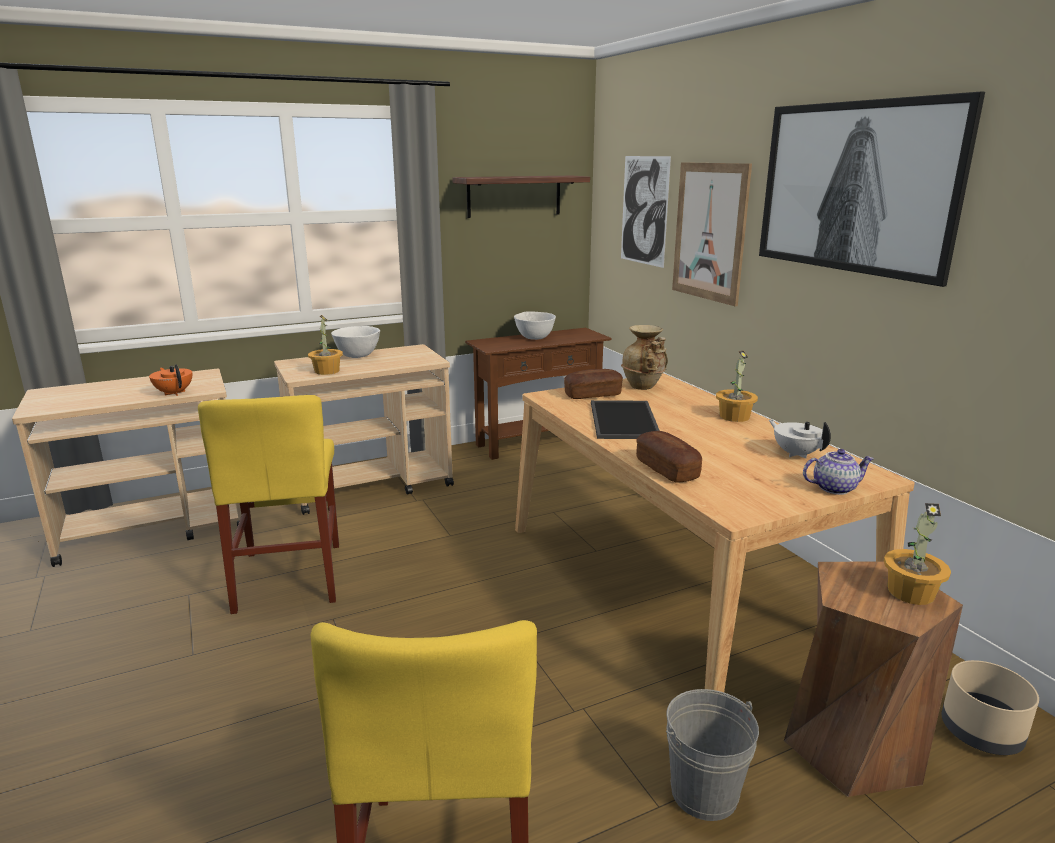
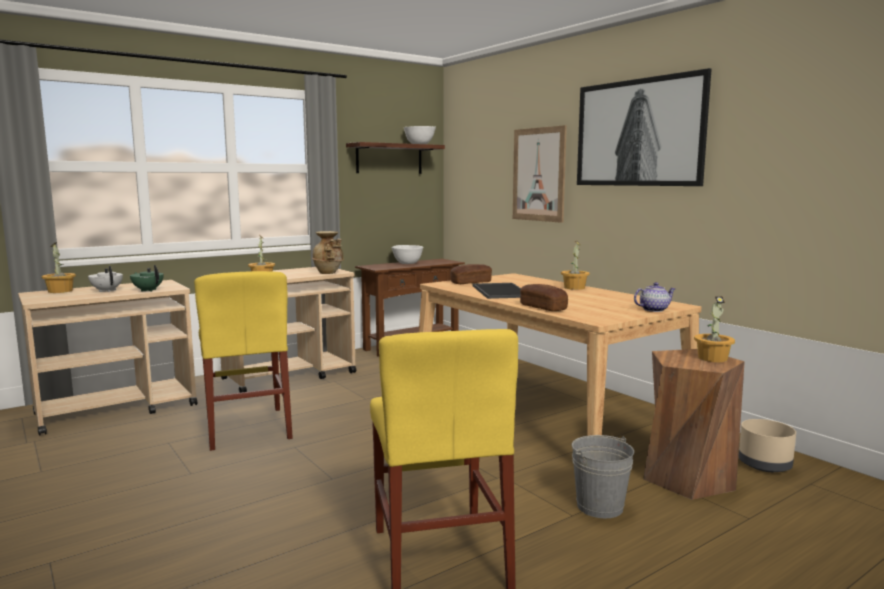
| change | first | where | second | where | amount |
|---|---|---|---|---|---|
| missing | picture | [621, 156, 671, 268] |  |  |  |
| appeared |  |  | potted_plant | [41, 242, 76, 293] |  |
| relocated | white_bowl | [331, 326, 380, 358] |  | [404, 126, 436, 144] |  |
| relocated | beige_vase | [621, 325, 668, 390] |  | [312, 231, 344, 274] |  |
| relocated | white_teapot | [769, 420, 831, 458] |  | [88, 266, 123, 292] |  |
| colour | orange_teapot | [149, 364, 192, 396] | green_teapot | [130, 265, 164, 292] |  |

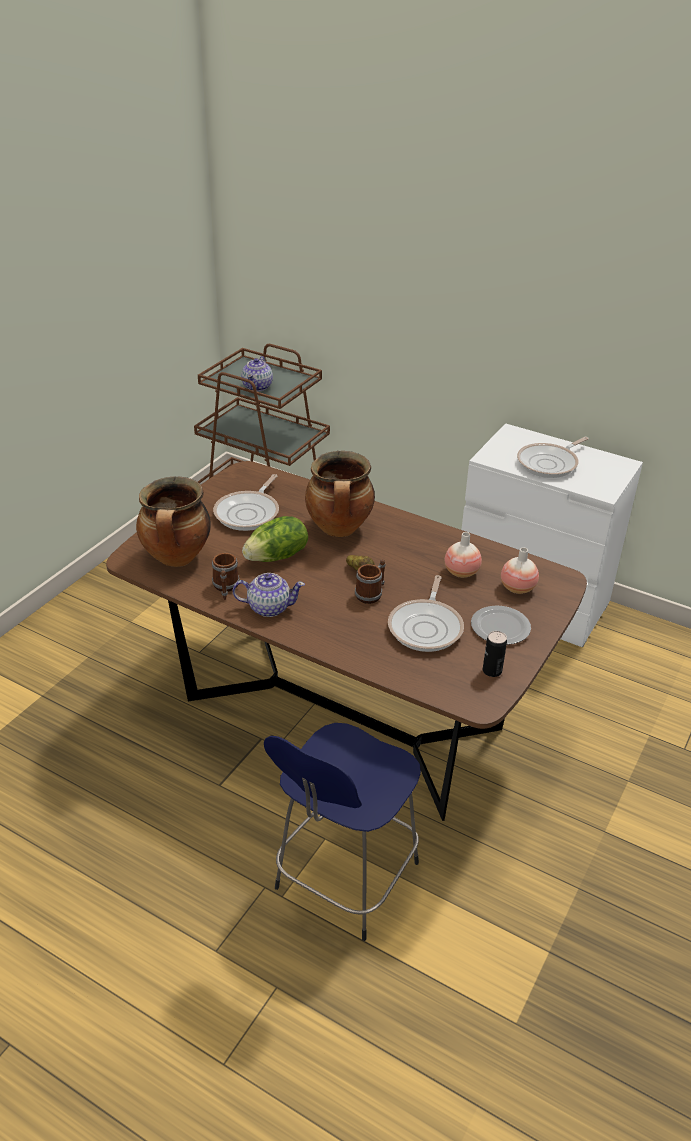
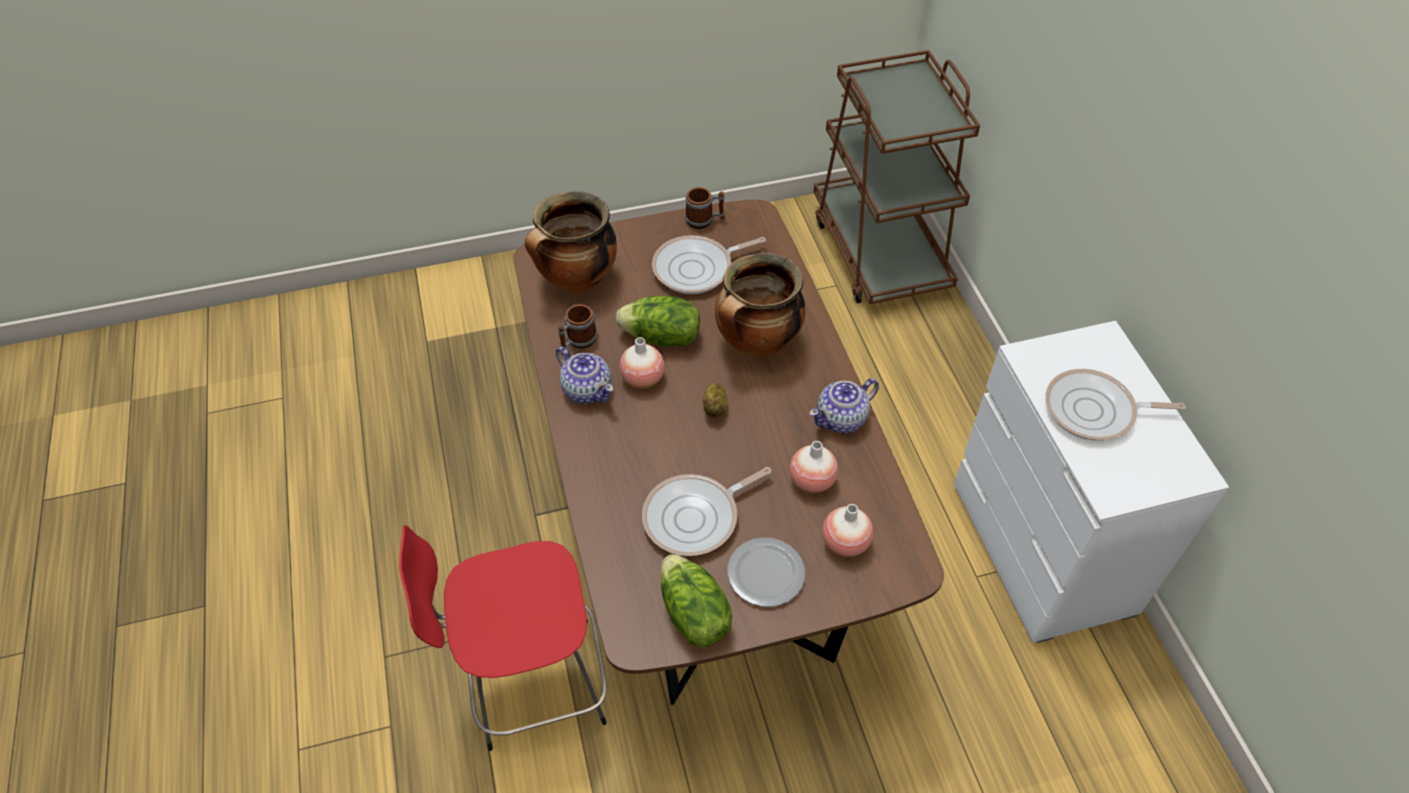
| change | first | where | second | where | amount |
|---|---|---|---|---|---|
| appeared |  |  | vase | [619, 337, 665, 388] |  |
| relocated | teapot | [241, 356, 273, 392] |  | [809, 378, 879, 433] |  |
| relocated | mug | [355, 559, 386, 604] |  | [685, 187, 725, 229] |  |
| exchanged | can | [483, 631, 507, 677] | lettuce | [660, 554, 732, 648] |  |
| colour | blue_stool | [264, 723, 421, 941] | red_stool | [399, 525, 607, 751] |  |

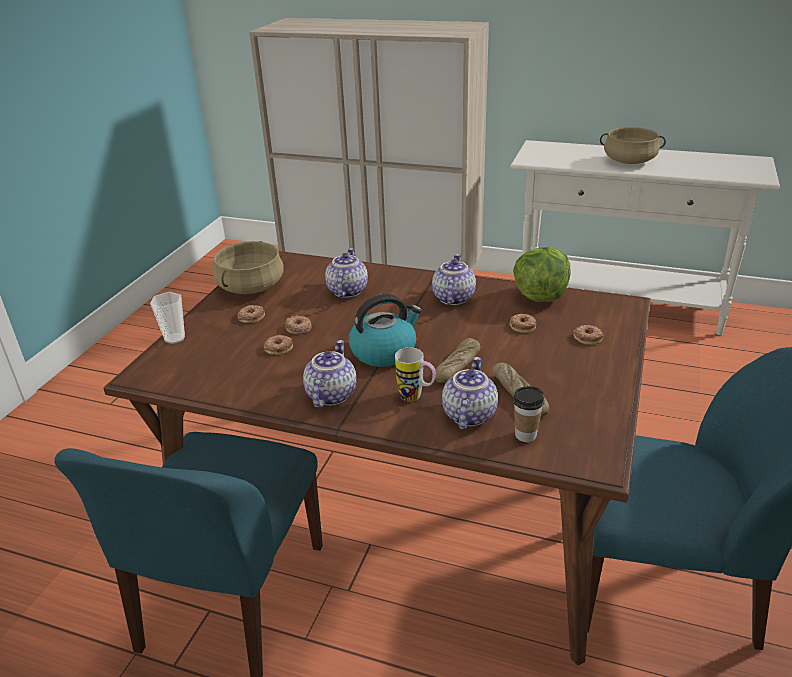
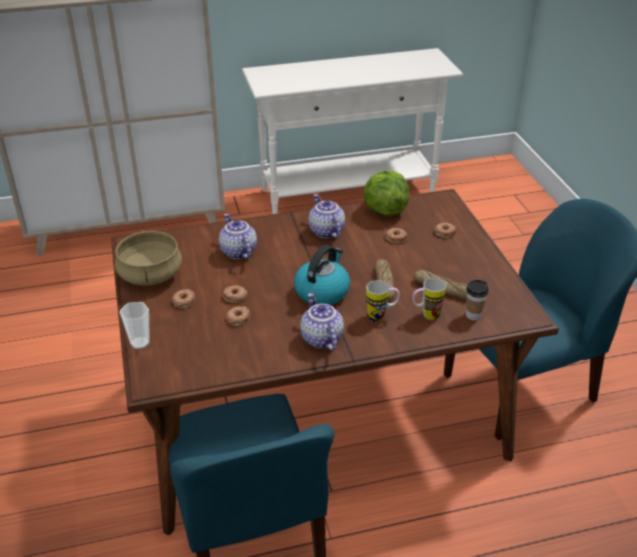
| change | first | where | second | where | amount |
|---|---|---|---|---|---|
| missing | beige_cooking_pot | [600, 127, 666, 164] |  |  |  |
| exchanged | teapot | [442, 357, 498, 429] | mug | [412, 278, 446, 320] |  |

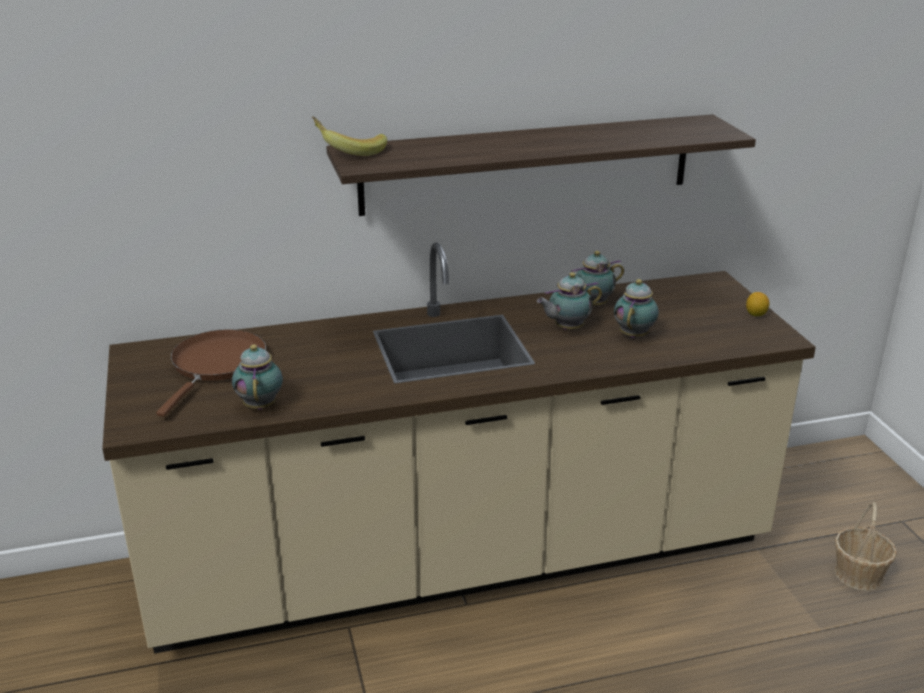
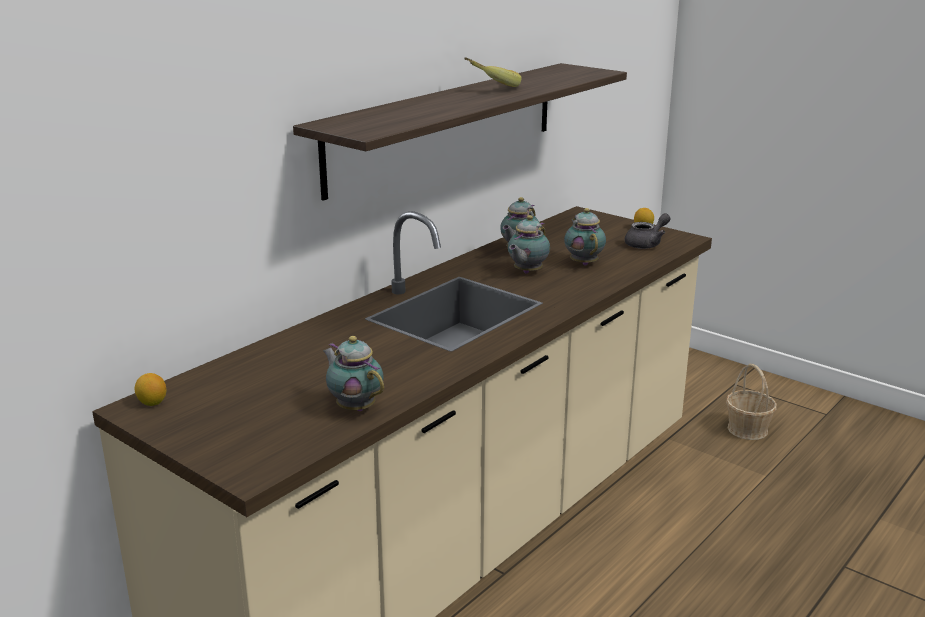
| change | first | where | second | where | amount |
|---|---|---|---|---|---|
| missing | brown_frying_pan | [157, 330, 266, 417] |  |  |  |
| appeared |  |  | lemon | [135, 373, 166, 406] |  |
| appeared |  |  | grey_teapot | [625, 213, 670, 249] |  |
| relocated | banana | [312, 116, 387, 156] |  | [464, 57, 522, 87] |  |

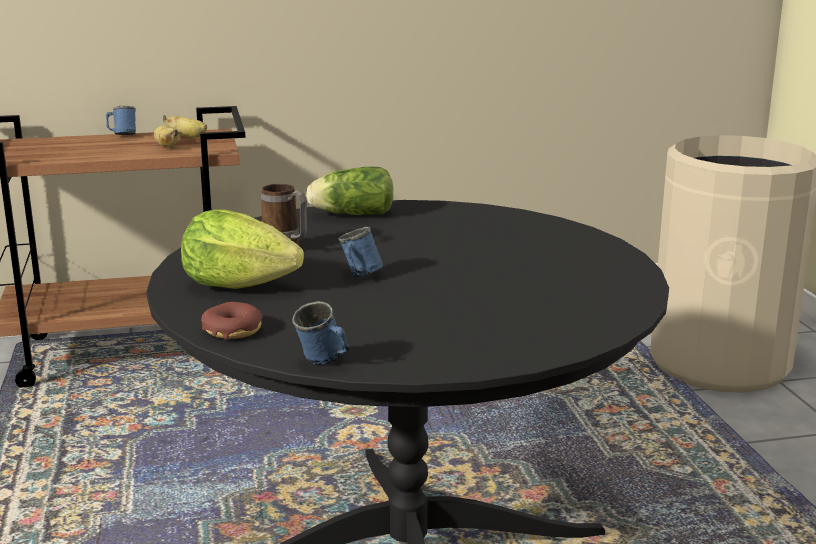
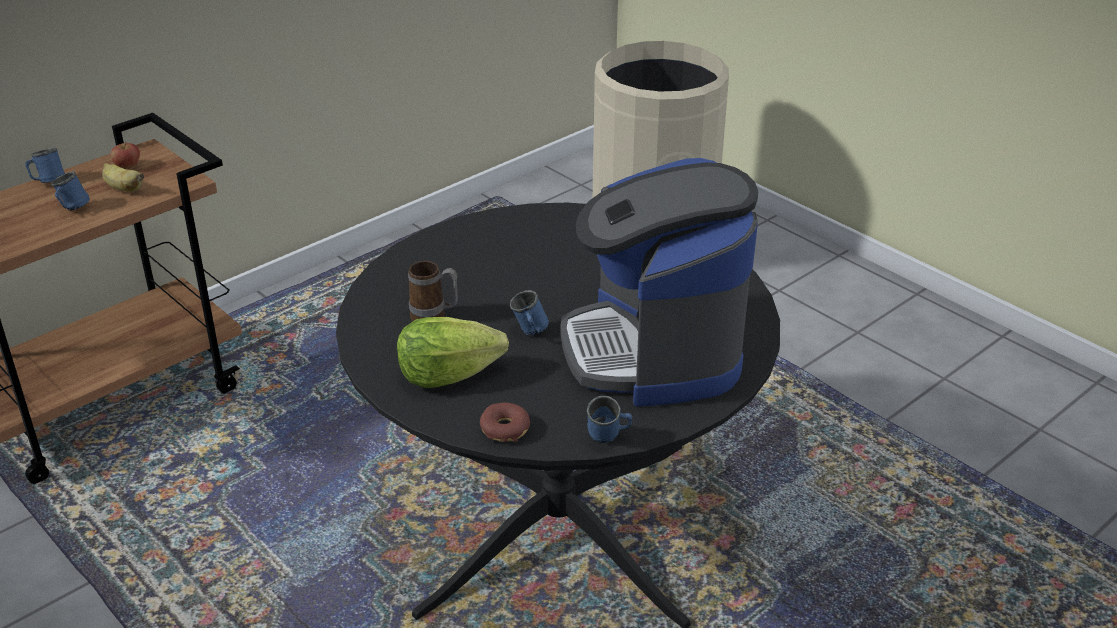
| change | first | where | second | where | amount |
|---|---|---|---|---|---|
| missing | lettuce | [306, 166, 393, 215] |  |  |  |
| appeared |  |  | blue_mug | [51, 171, 90, 211] |  |
| appeared |  |  | coffee_machine | [560, 158, 758, 407] |  |
| exchanged | banana | [163, 115, 207, 138] | apple | [111, 142, 140, 169] |  |

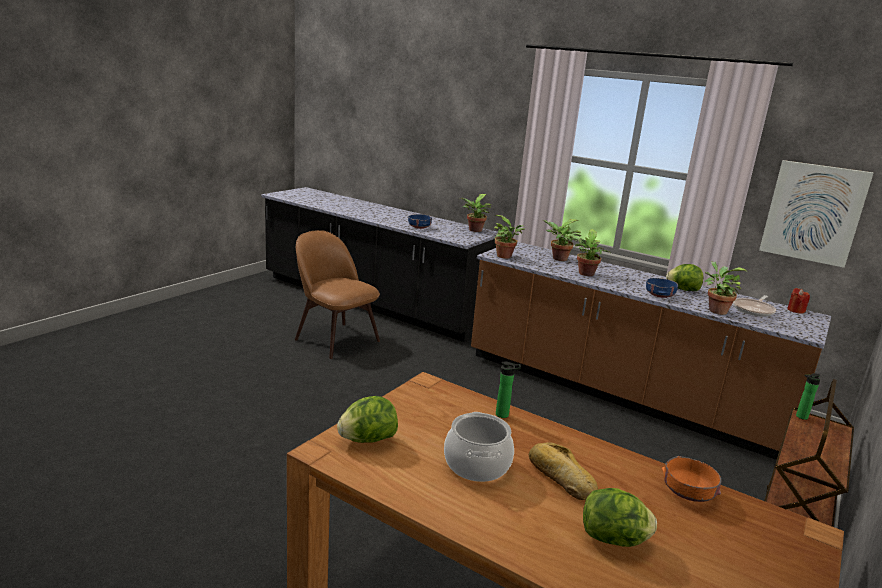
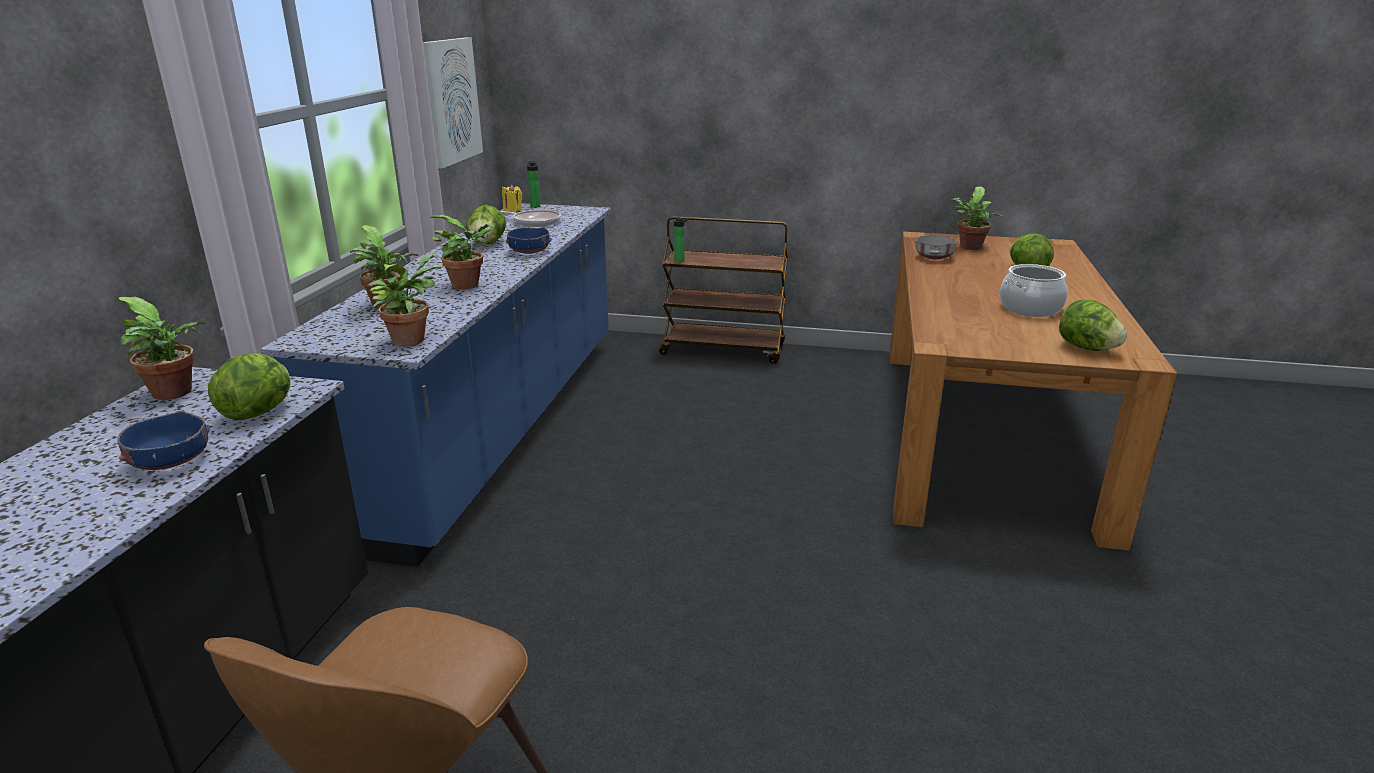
| change | first | where | second | where | amount |
|---|---|---|---|---|---|
| missing | bread | [529, 442, 598, 500] |  |  |  |
| appeared |  |  | lettuce | [208, 353, 290, 421] |  |
| relocated | bottle | [496, 361, 521, 418] |  | [527, 161, 541, 208] |  |
| relocated | potted_plant | [704, 261, 747, 315] |  | [950, 187, 1002, 250] |  |
| colour | brown_counter | [471, 242, 831, 460] | blue_counter | [261, 203, 611, 567] |  |
| colour | orange_bowl | [662, 456, 721, 502] | grey_bowl | [916, 235, 957, 260] |  |
| colour | red_candle | [787, 288, 810, 313] | yellow_candle | [502, 184, 522, 213] |  |

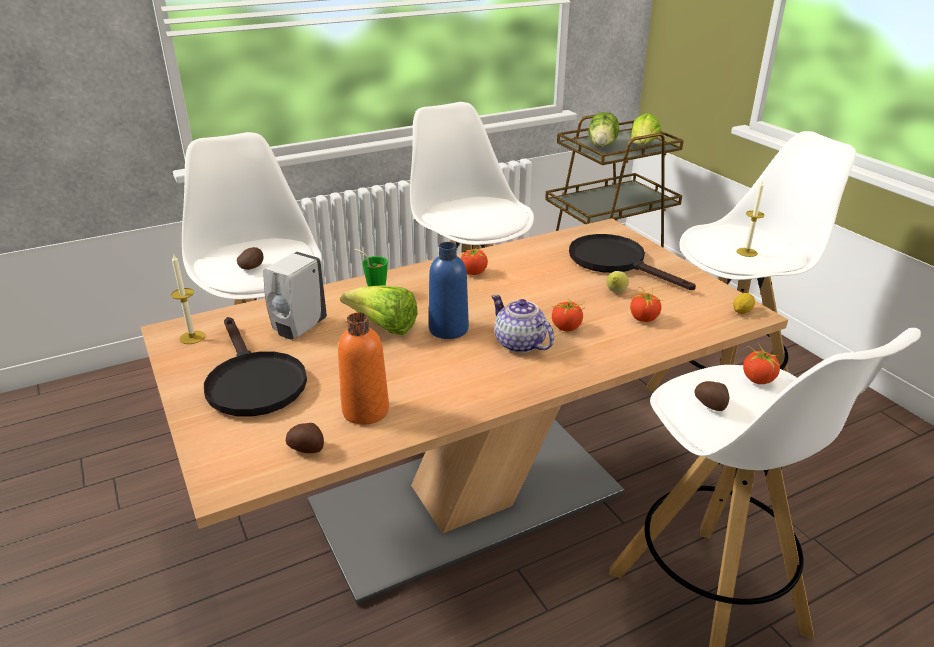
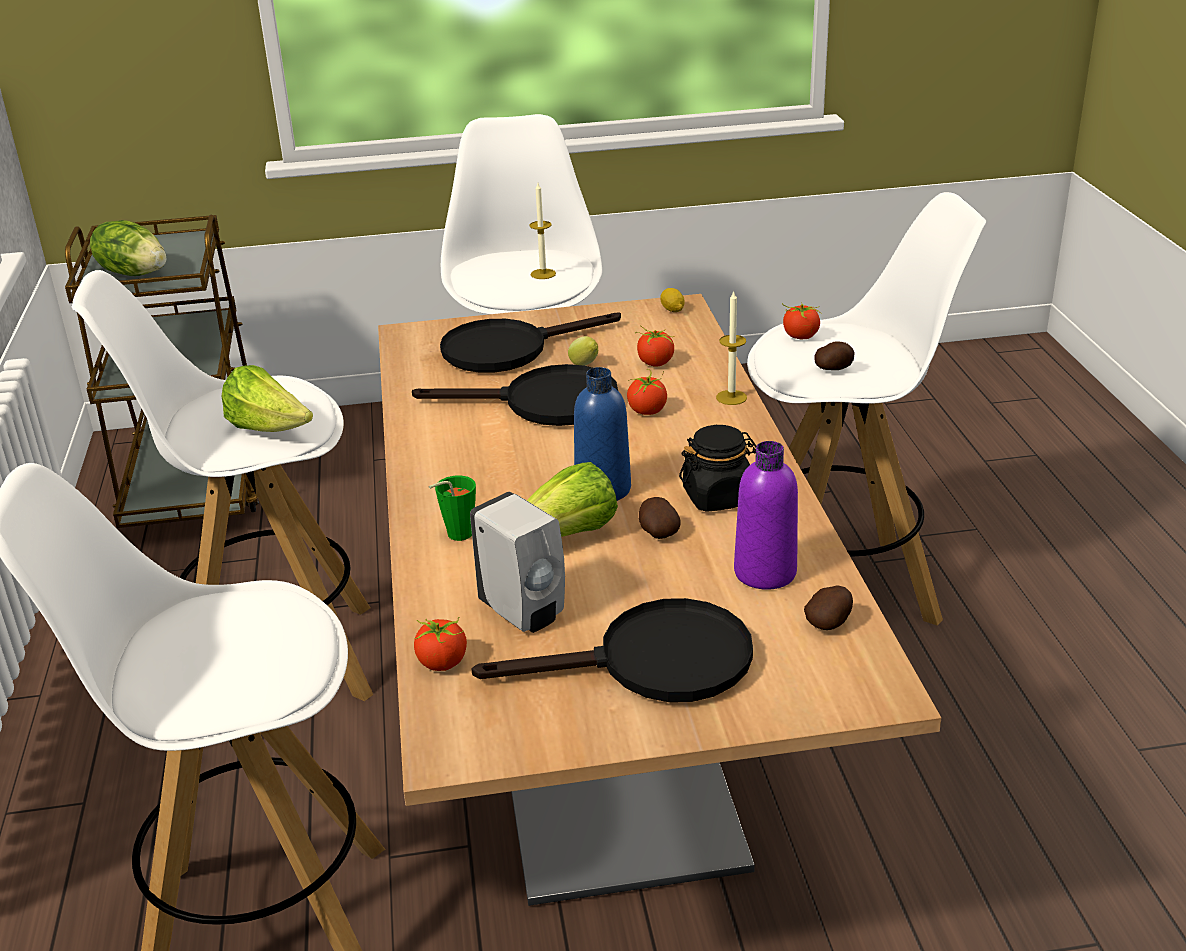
| change | first | where | second | where | amount |
|---|---|---|---|---|---|
| missing | teapot | [492, 295, 554, 353] |  |  |  |
| appeared |  |  | black_frying_pan | [412, 364, 618, 426] |  |
| appeared |  |  | black_jar | [679, 425, 756, 512] |  |
| relocated | candle | [171, 253, 205, 344] |  | [716, 290, 747, 405] |  |
| relocated | potato | [237, 247, 263, 270] |  | [639, 497, 681, 539] |  |
| relocated | tomato | [461, 248, 488, 275] |  | [414, 617, 467, 671] |  |
| relocated | lettuce | [631, 113, 661, 145] |  | [221, 365, 313, 432] |  |
| colour | orange_bottle | [338, 312, 389, 425] | purple_bottle | [734, 441, 798, 590] |  |

